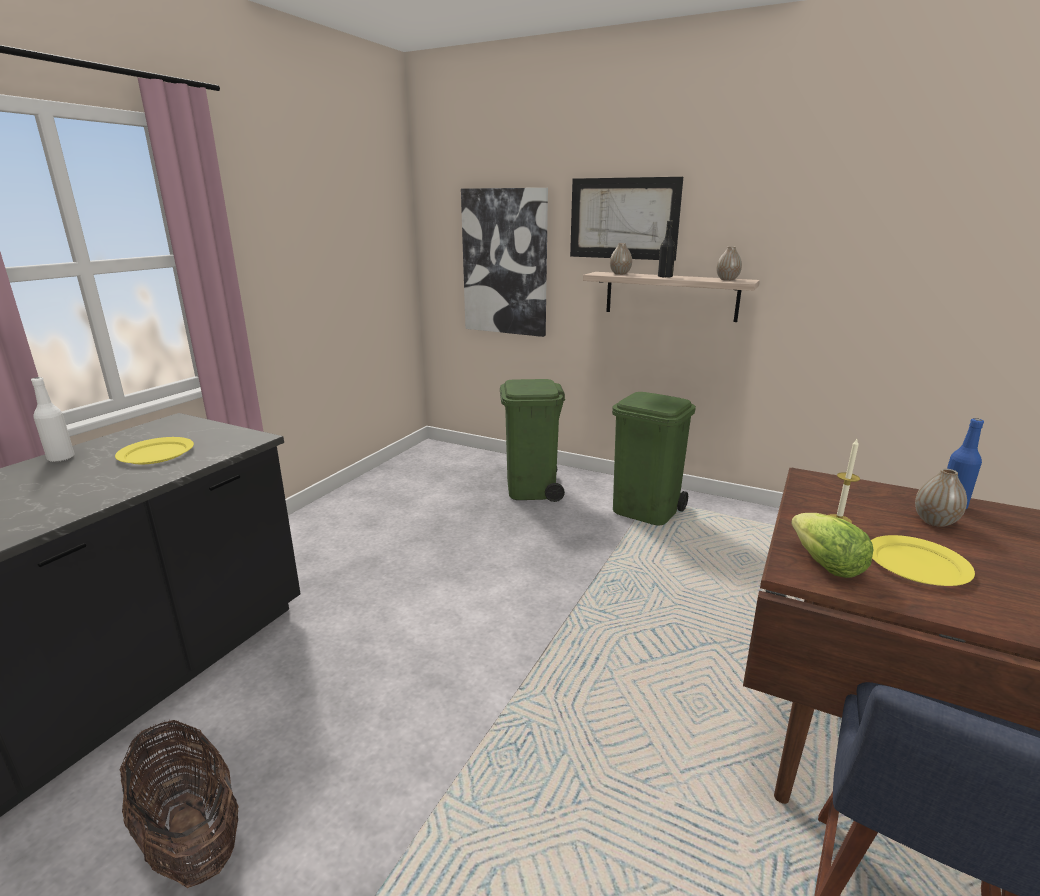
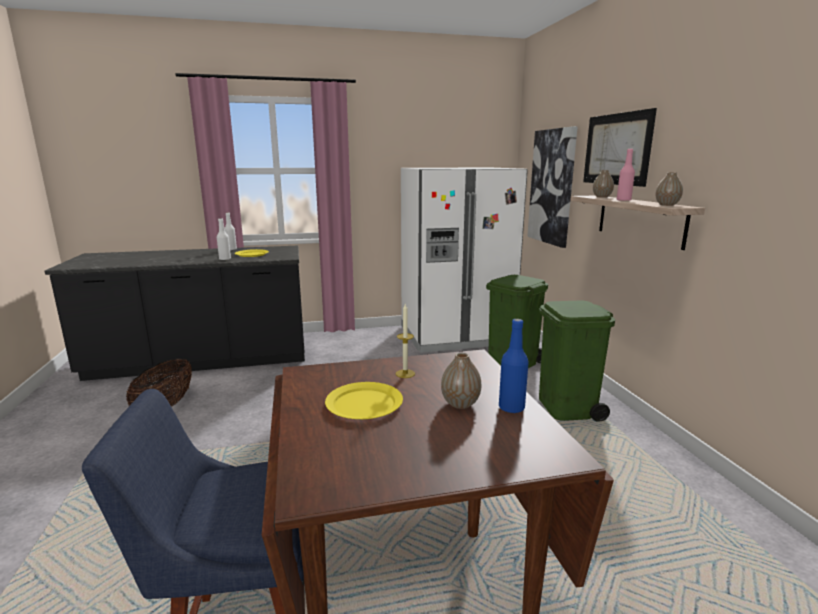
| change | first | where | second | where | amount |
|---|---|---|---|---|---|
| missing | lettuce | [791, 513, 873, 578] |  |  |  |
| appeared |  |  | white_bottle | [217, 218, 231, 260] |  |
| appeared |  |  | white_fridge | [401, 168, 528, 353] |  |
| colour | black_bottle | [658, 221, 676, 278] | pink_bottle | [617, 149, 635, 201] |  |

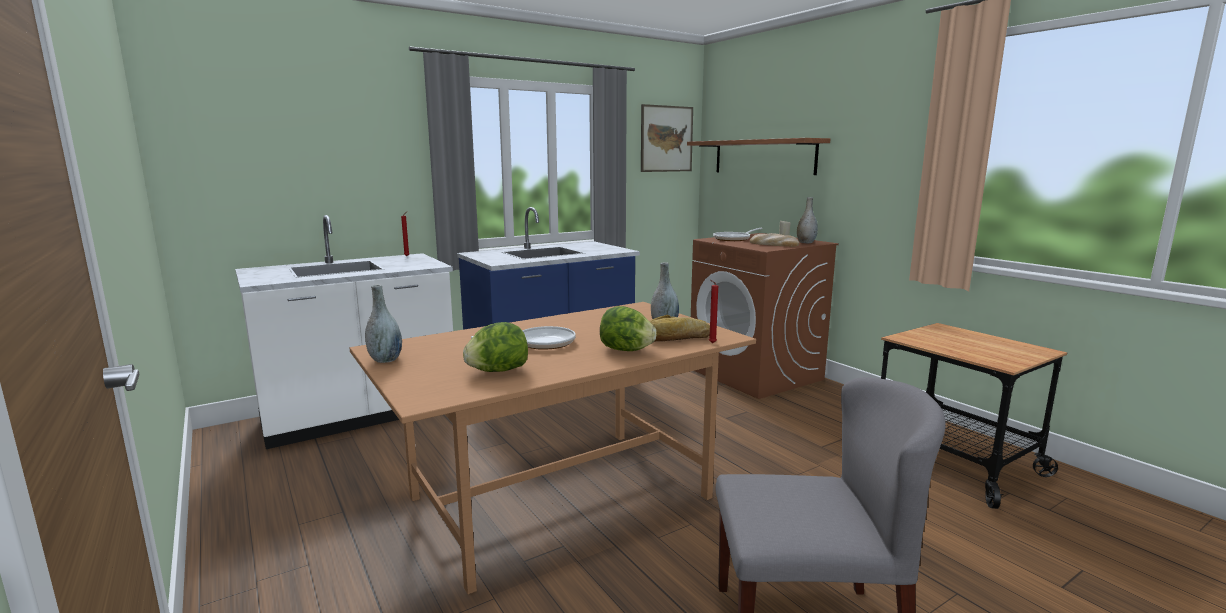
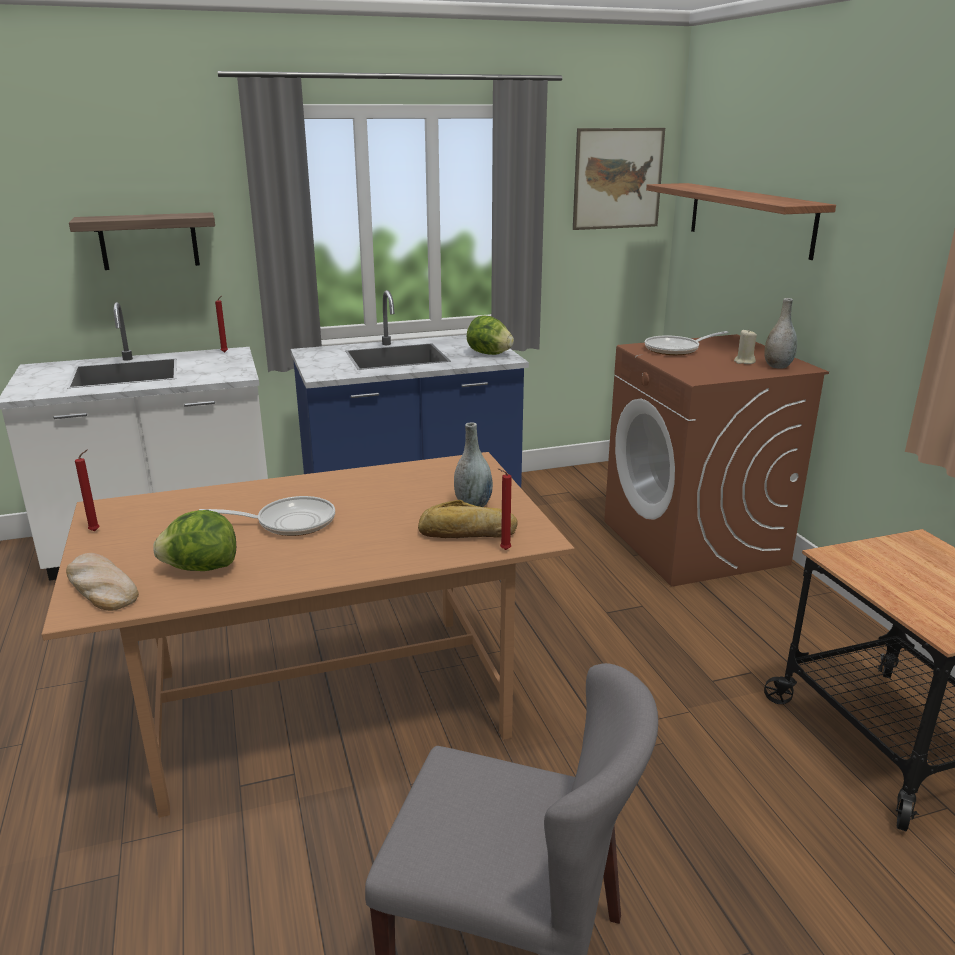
| change | first | where | second | where | amount |
|---|---|---|---|---|---|
| appeared |  |  | shelf | [69, 212, 215, 270] |  |
| relocated | lettuce | [600, 306, 657, 351] |  | [467, 315, 514, 355] |  |
| relocated | bread | [750, 233, 799, 247] |  | [66, 553, 139, 611] |  |
| exchanged | grey_vase | [365, 285, 402, 363] | red_candle | [75, 449, 99, 532] |  |

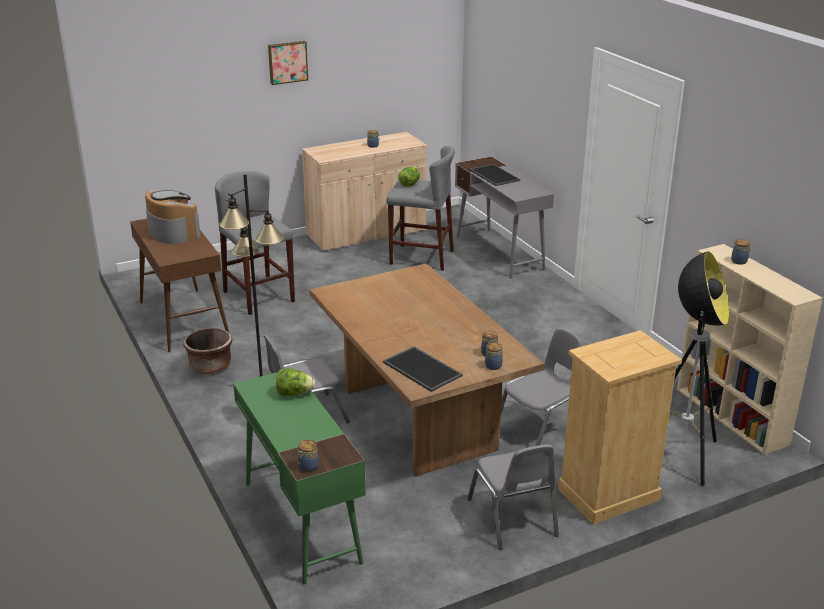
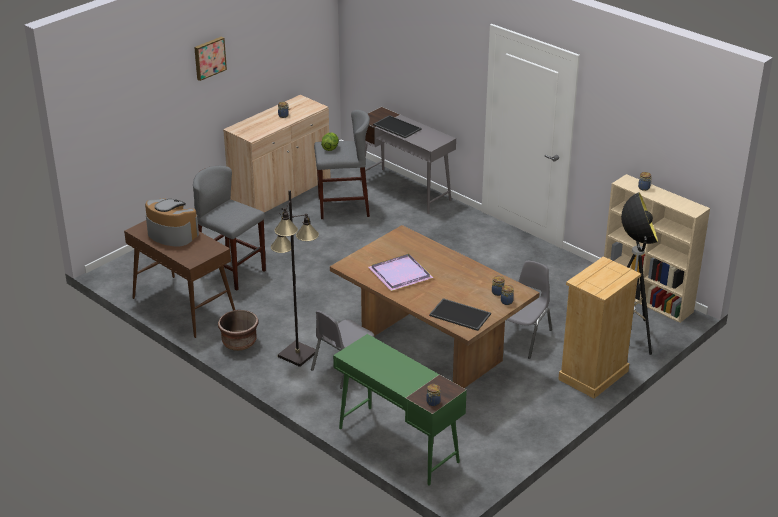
| change | first | where | second | where | amount |
|---|---|---|---|---|---|
| missing | lettuce | [276, 369, 315, 396] |  |  |  |
| missing | grey_chair | [467, 444, 559, 549] |  |  |  |
| appeared |  |  | purple_tray | [368, 254, 434, 291] |  |

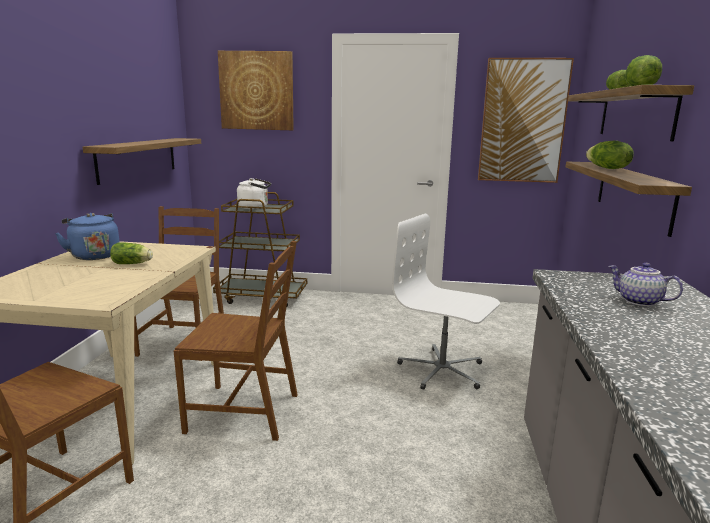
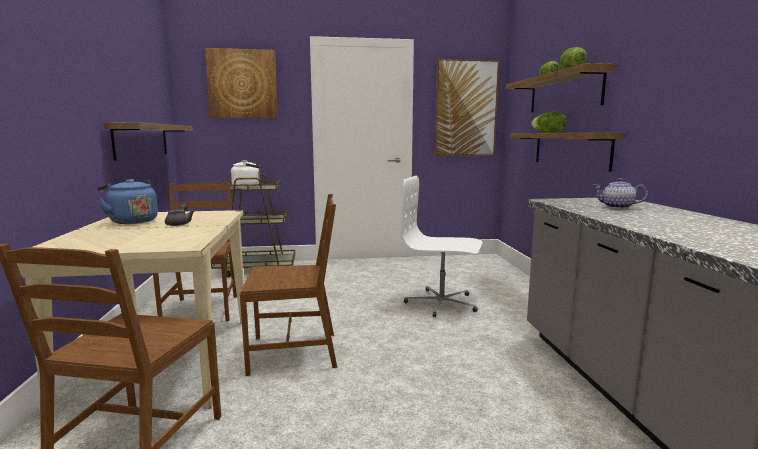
| change | first | where | second | where | amount |
|---|---|---|---|---|---|
| exchanged | lettuce | [110, 242, 153, 264] | grey_teapot | [165, 203, 195, 226] |  |

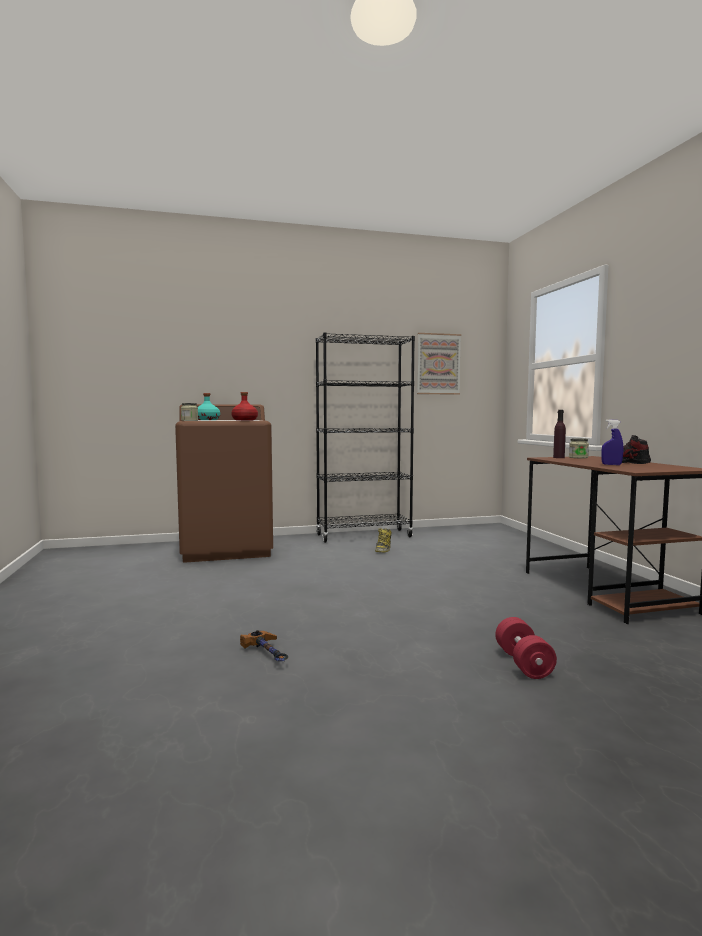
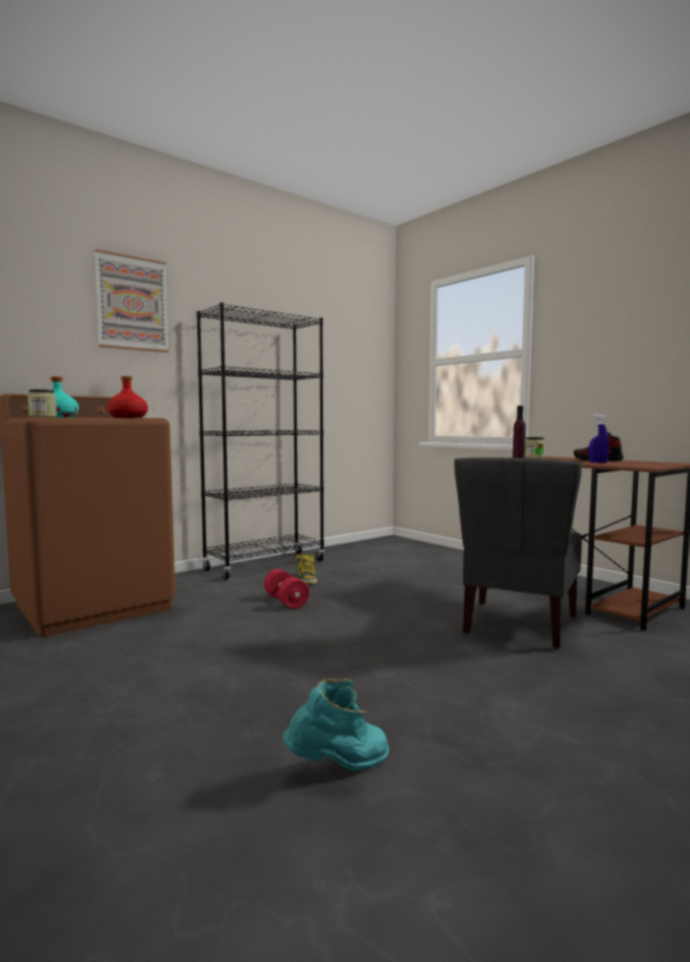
| change | first | where | second | where | amount |
|---|---|---|---|---|---|
| appeared |  |  | grey_chair | [454, 457, 582, 649] |  |
| relocated | picture | [417, 333, 461, 395] |  | [94, 249, 169, 352] |  |
| relocated | red_dumbbell | [495, 617, 557, 679] |  | [264, 569, 309, 609] |  |
| exchanged | hammer | [240, 630, 288, 661] | turquoise_boot | [283, 679, 389, 771] |  |

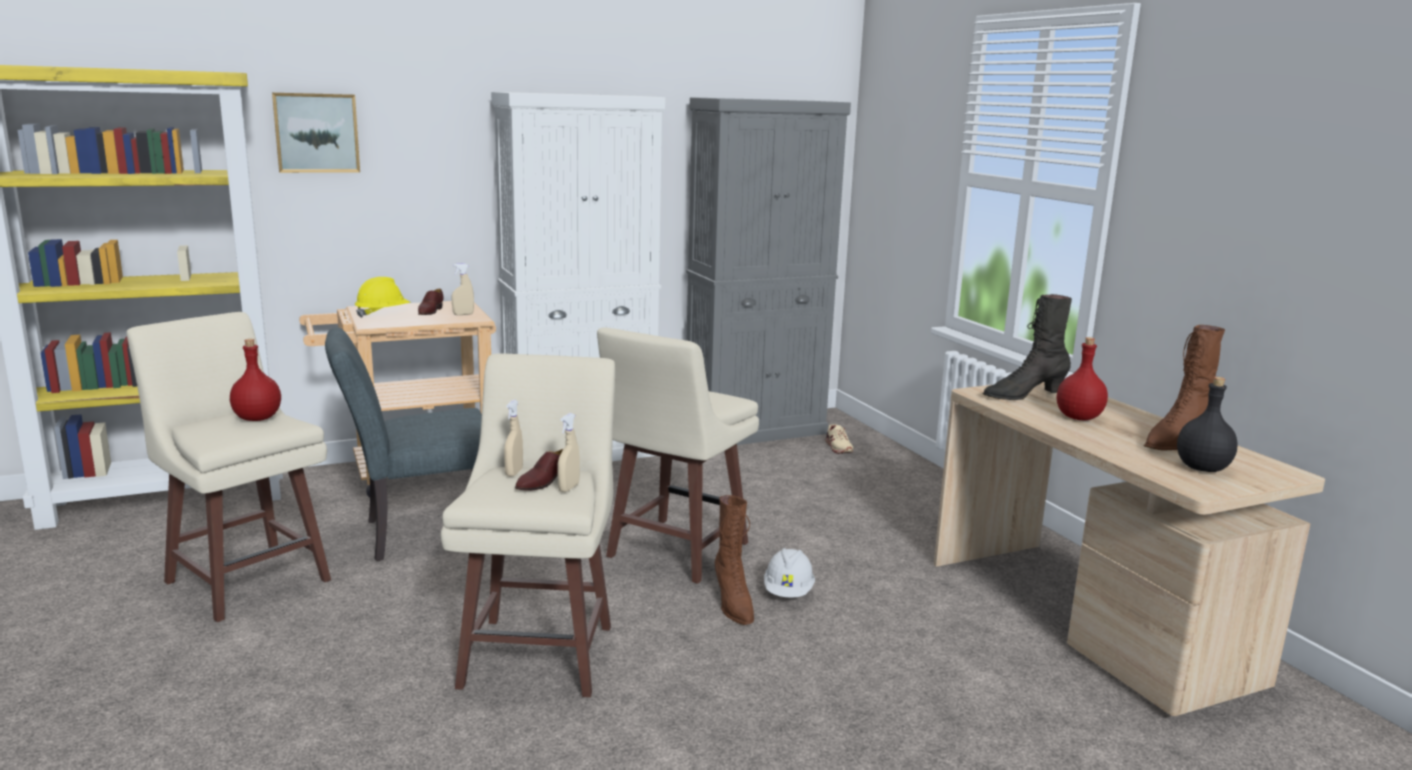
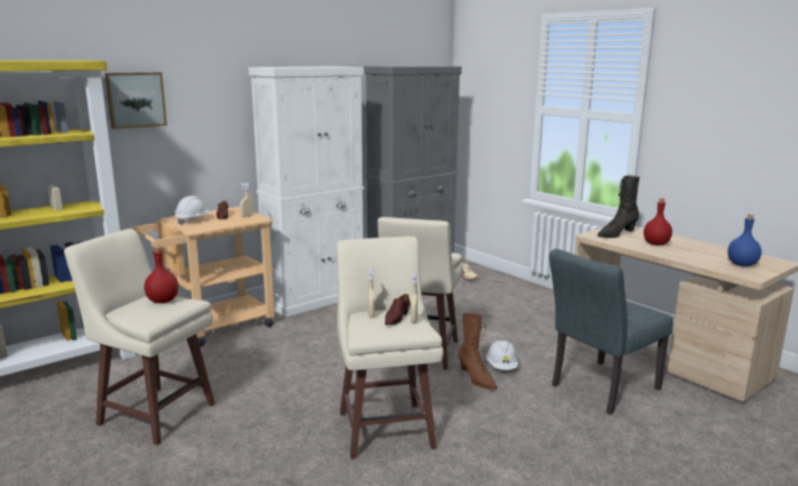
| change | first | where | second | where | amount |
|---|---|---|---|---|---|
| missing | brown_boot | [1144, 325, 1225, 451] |  |  |  |
| relocated | grey_chair | [325, 327, 482, 561] |  | [549, 249, 673, 415] |  |
| colour | yellow_hard_hat | [355, 277, 410, 318] | white_hard_hat | [175, 196, 210, 225] |  |
| colour | black_bottle | [1177, 377, 1238, 472] | blue_bottle | [728, 214, 762, 266] |  |

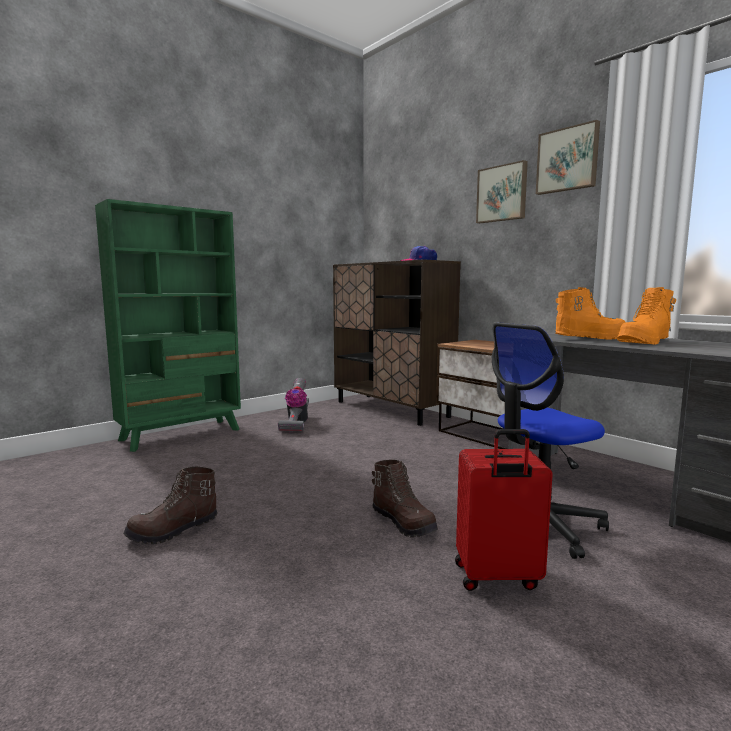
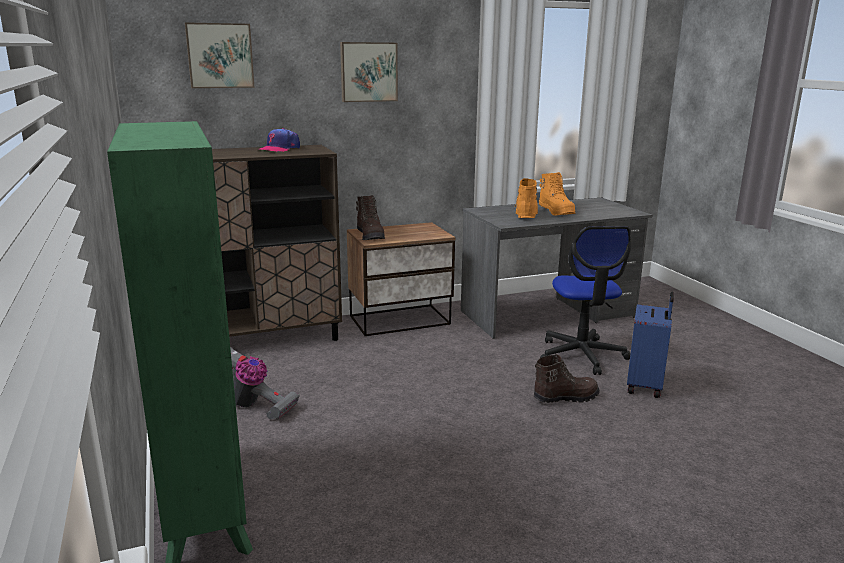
| change | first | where | second | where | amount |
|---|---|---|---|---|---|
| relocated | brown_boot | [123, 467, 217, 545] |  | [356, 195, 385, 240] |  |
| relocated | picture | [536, 120, 600, 195] |  | [185, 22, 255, 88] |  |
| colour | red_suitcase | [455, 429, 553, 591] | blue_suitcase | [627, 292, 674, 398] |  |

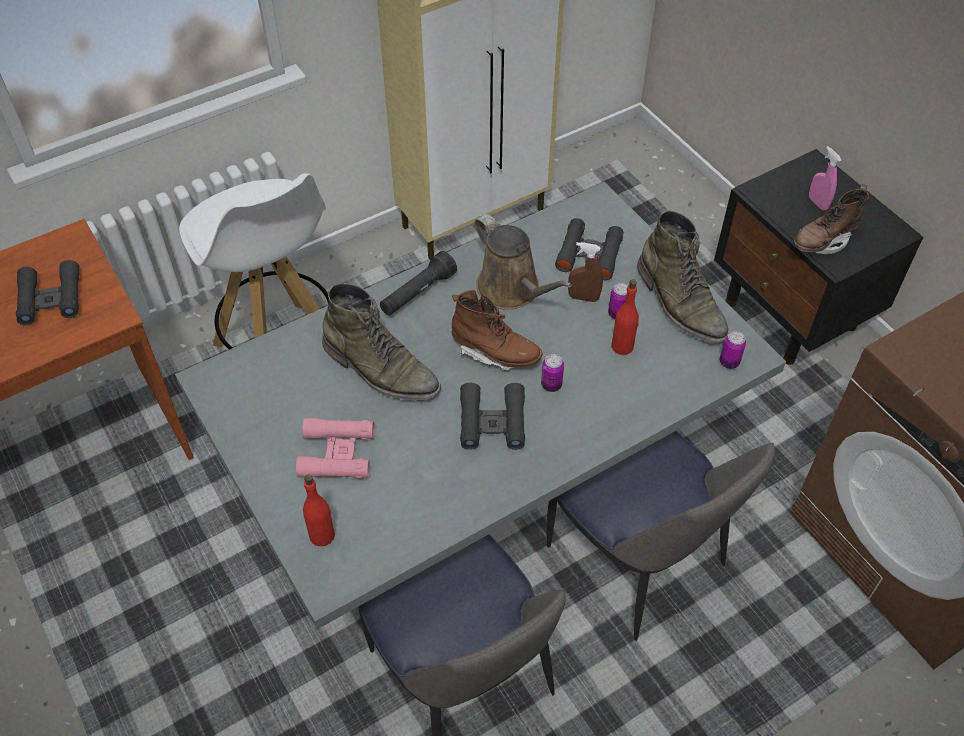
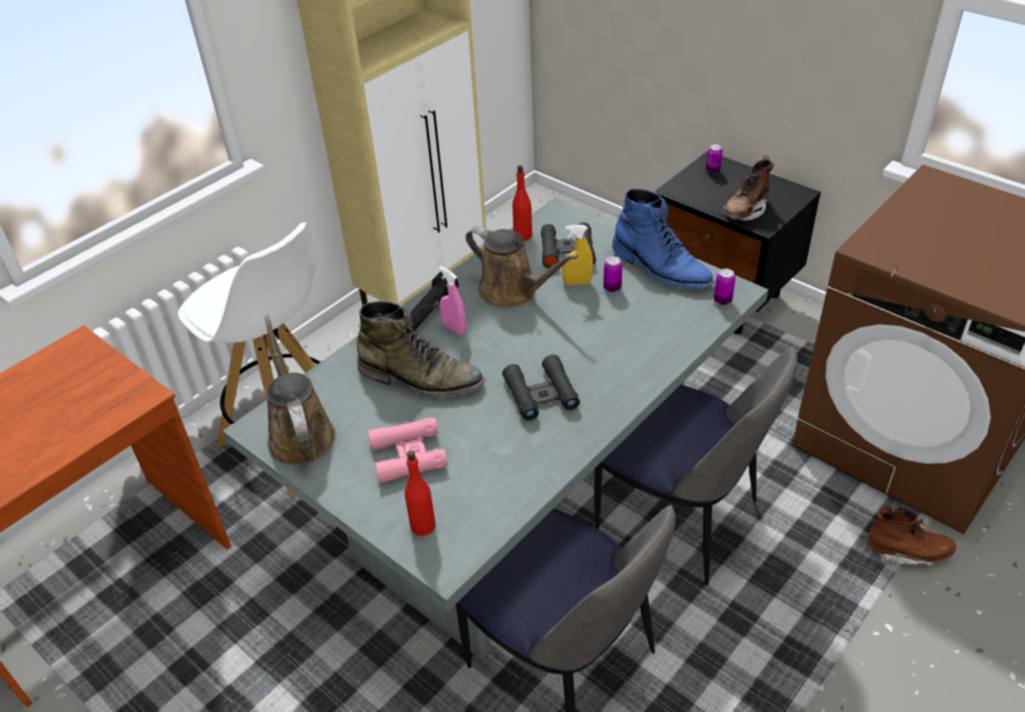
| change | first | where | second | where | amount |
|---|---|---|---|---|---|
| missing | black_binoculars | [16, 260, 79, 325] |  |  |  |
| appeared |  |  | brown_watering_can | [264, 314, 336, 465] |  |
| relocated | brown_boot | [452, 290, 543, 371] |  | [866, 505, 956, 566] |  |
| relocated | can | [541, 354, 564, 392] |  | [706, 144, 723, 174] |  |
| relocated | red_bottle | [611, 279, 639, 355] |  | [512, 165, 532, 241] |  |
| relocated | pink_spray_bottle | [809, 146, 842, 211] |  | [439, 266, 466, 335] |  |
| colour | brown_spray_bottle | [568, 242, 603, 302] | yellow_spray_bottle | [562, 225, 593, 286] |  |
| colour | green_boot | [637, 210, 729, 343] | blue_boot | [612, 188, 714, 289] |  |

